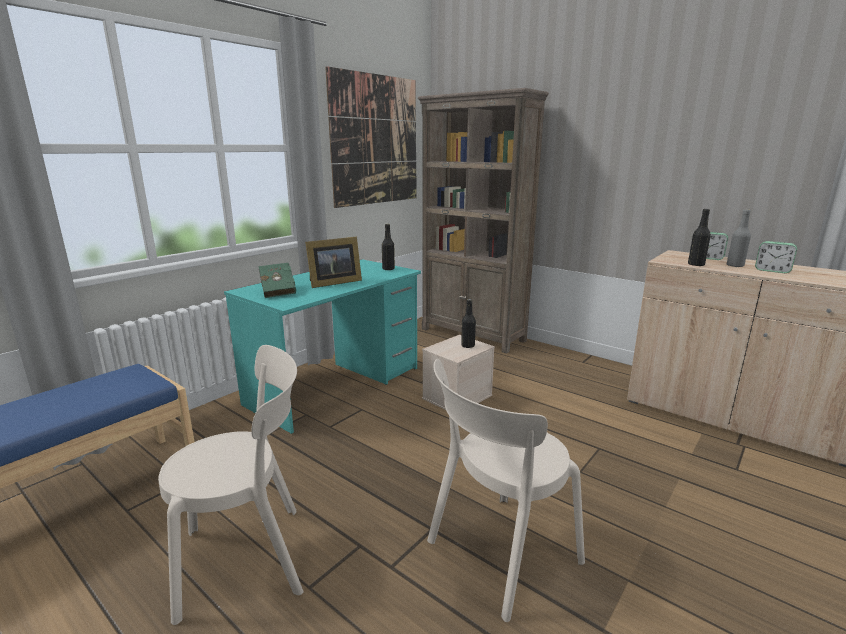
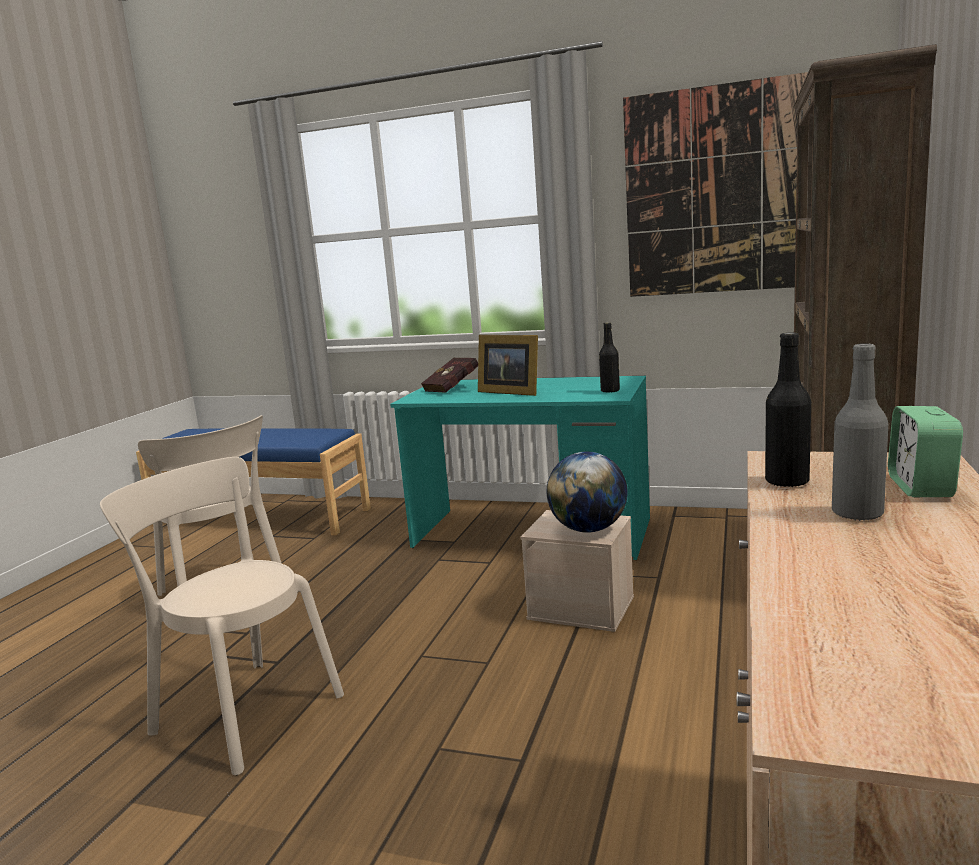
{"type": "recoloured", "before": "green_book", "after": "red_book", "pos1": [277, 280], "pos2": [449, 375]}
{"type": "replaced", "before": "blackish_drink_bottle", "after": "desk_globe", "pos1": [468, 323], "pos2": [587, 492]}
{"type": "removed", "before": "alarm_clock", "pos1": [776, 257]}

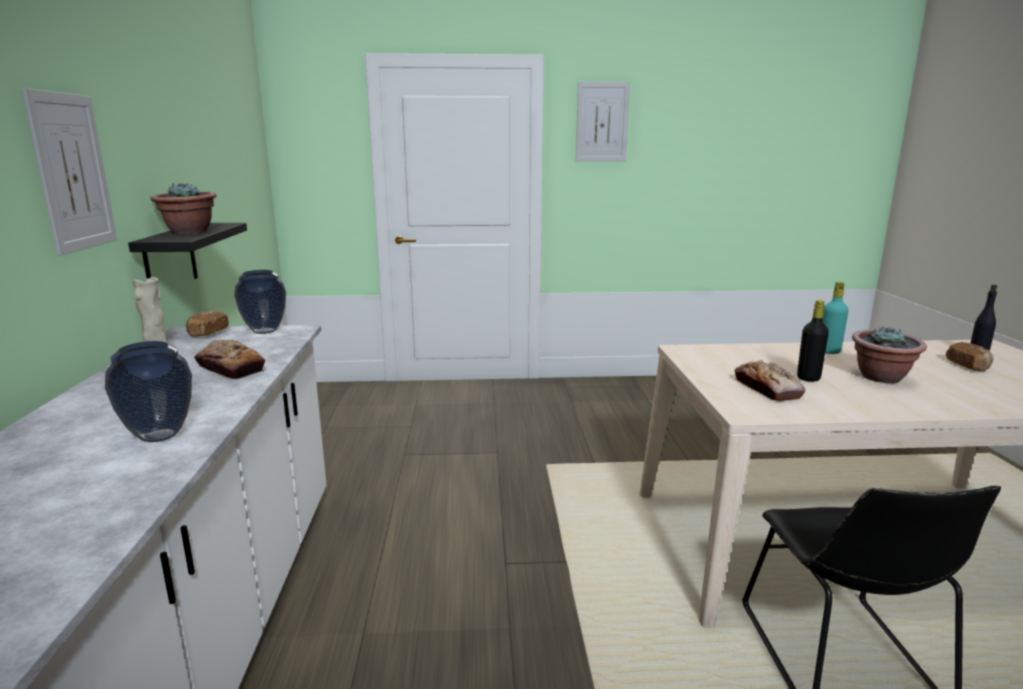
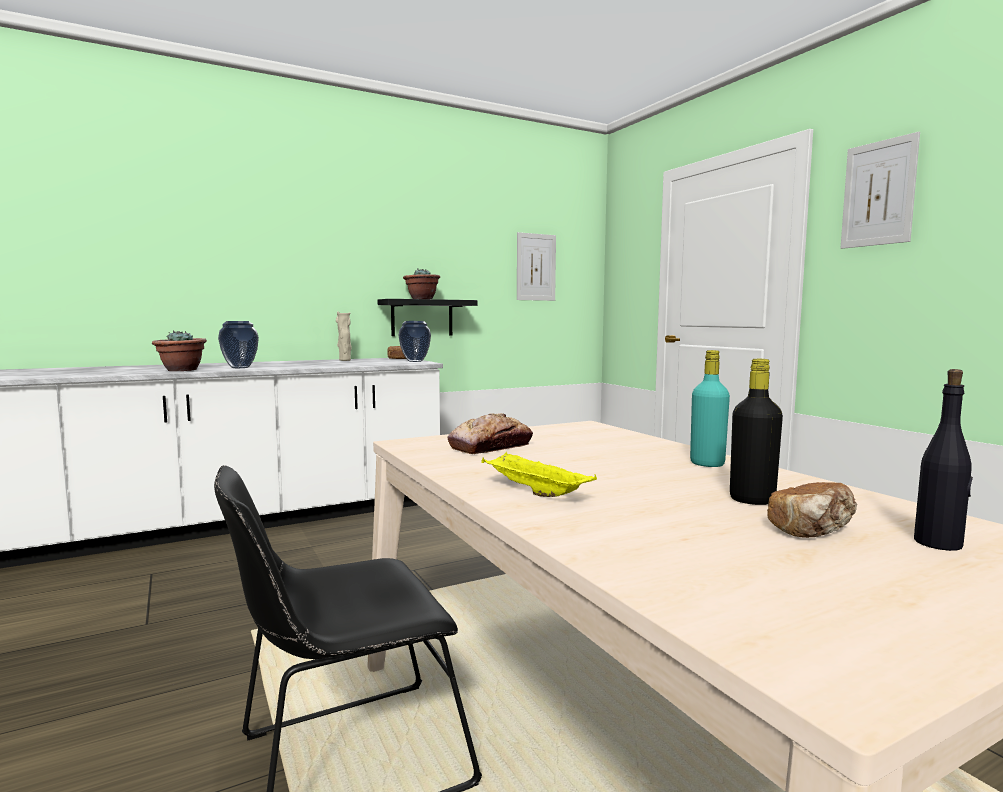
{"type": "moved", "before": "wall_picture", "pos1": [69, 172], "pos2": [536, 266]}
{"type": "removed", "before": "baked_bread", "pos1": [229, 359]}
{"type": "moved", "before": "blackish_drink_bottle", "pos1": [813, 341], "pos2": [756, 432]}
{"type": "moved", "before": "potted_plant", "pos1": [889, 354], "pos2": [179, 351]}
{"type": "added", "after": "yellow_tray", "pos2": [539, 474]}

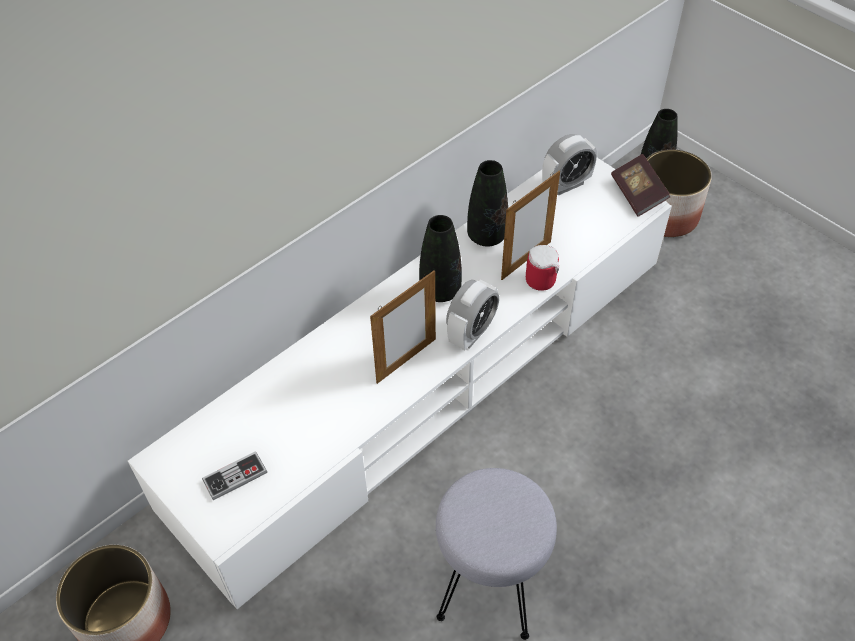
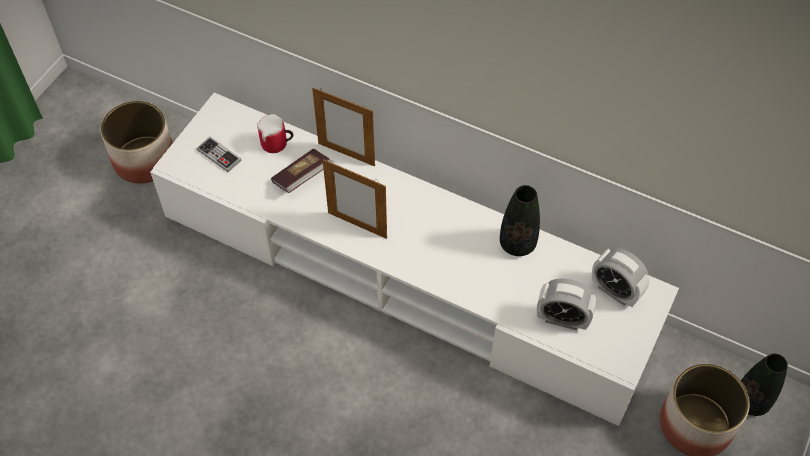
{"type": "removed", "before": "blackish_vase", "pos1": [440, 258]}
{"type": "removed", "before": "grey_sitting_stool", "pos1": [496, 554]}
{"type": "moved", "before": "alarm_clock", "pos1": [472, 314], "pos2": [566, 304]}
{"type": "moved", "before": "standing_frame", "pos1": [530, 225], "pos2": [343, 127]}
{"type": "moved", "before": "mug", "pos1": [542, 268], "pos2": [275, 133]}
{"type": "moved", "before": "book", "pos1": [640, 185], "pos2": [300, 171]}

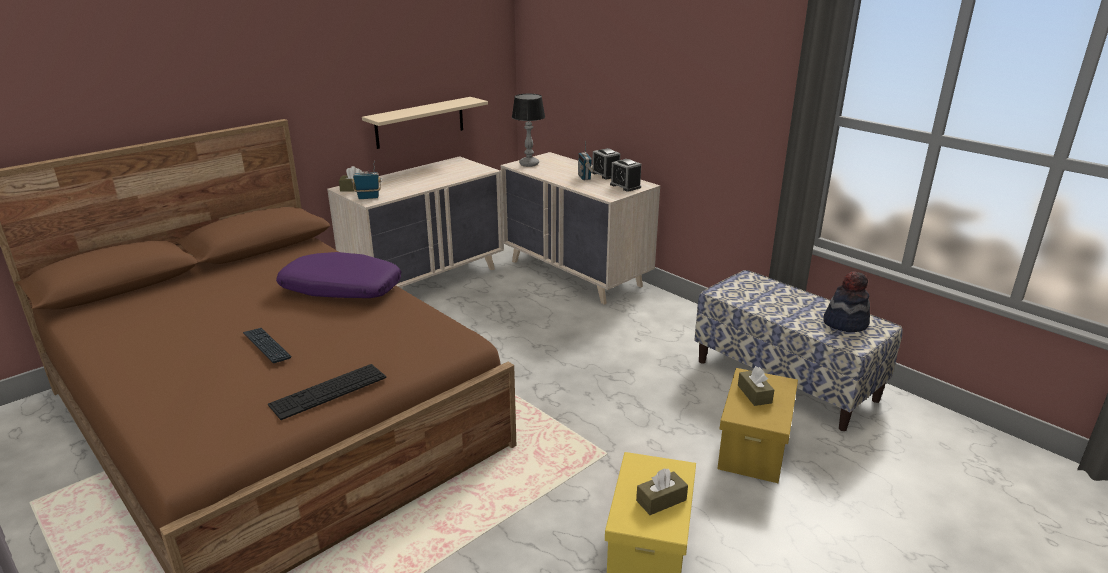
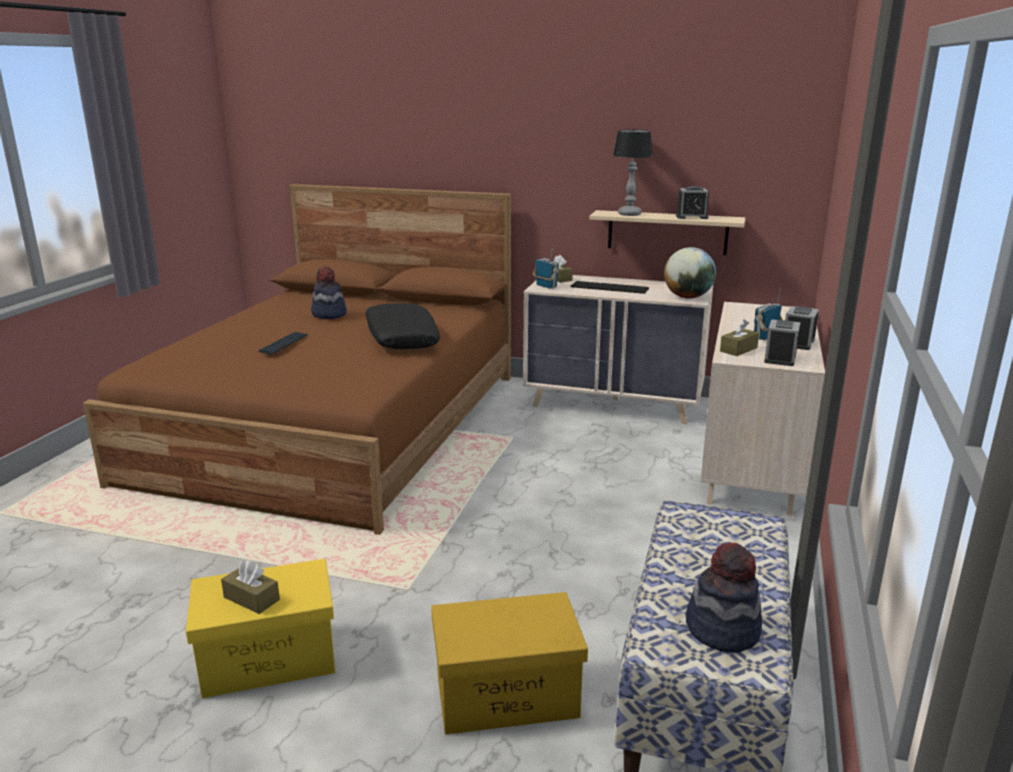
{"type": "moved", "before": "computer_keyboard", "pos1": [327, 392], "pos2": [610, 287]}
{"type": "recoloured", "before": "purple_pillow", "after": "blackish_pillow", "pos1": [338, 275], "pos2": [402, 326]}
{"type": "moved", "before": "table_lamp", "pos1": [528, 130], "pos2": [633, 173]}
{"type": "moved", "before": "brownish_box_of_tissues", "pos1": [756, 386], "pos2": [739, 337]}
{"type": "added", "after": "hat", "pos2": [329, 292]}
{"type": "added", "after": "desk_globe", "pos2": [690, 272]}
{"type": "added", "after": "alarm_clock", "pos2": [692, 202]}

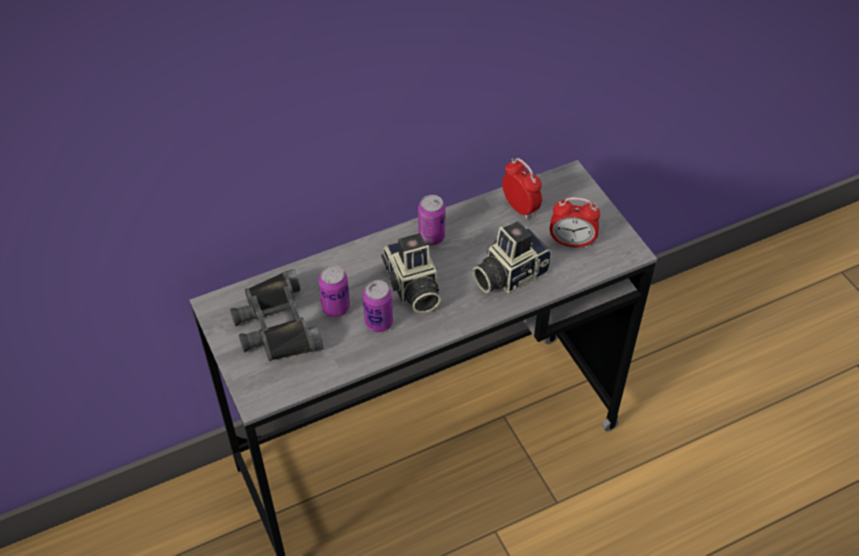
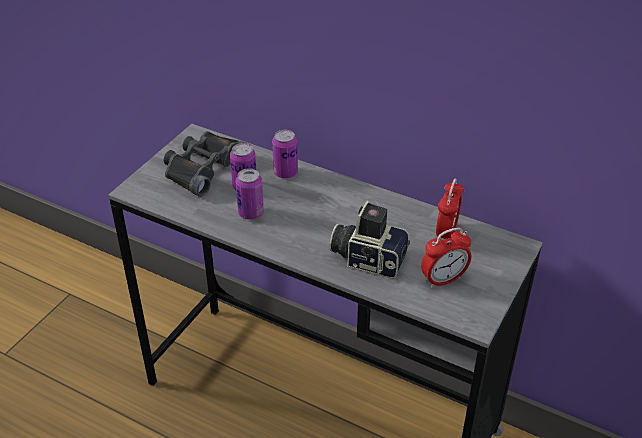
{"type": "removed", "before": "still_camera", "pos1": [411, 273]}
{"type": "moved", "before": "can", "pos1": [432, 220], "pos2": [285, 154]}
{"type": "turned", "before": "alarm_clock", "pos1": [575, 222], "pos2": [446, 257], "turn": -90}

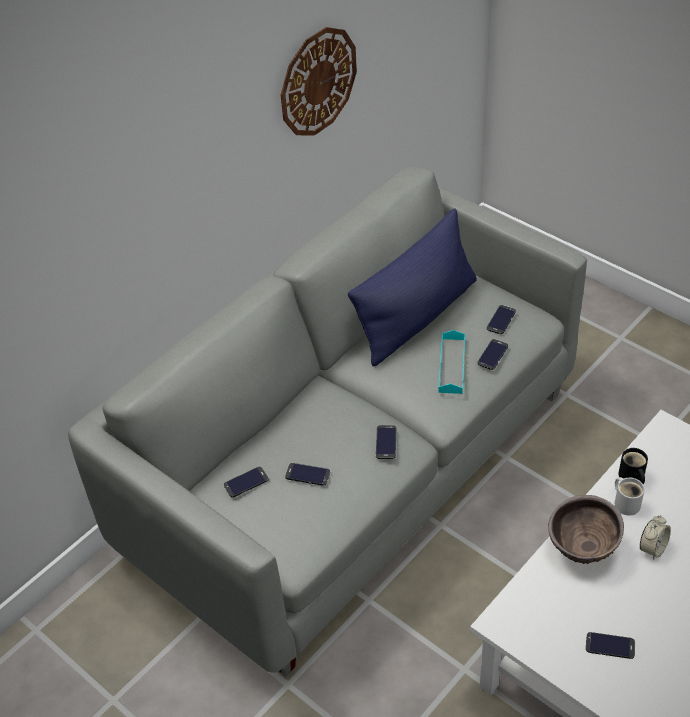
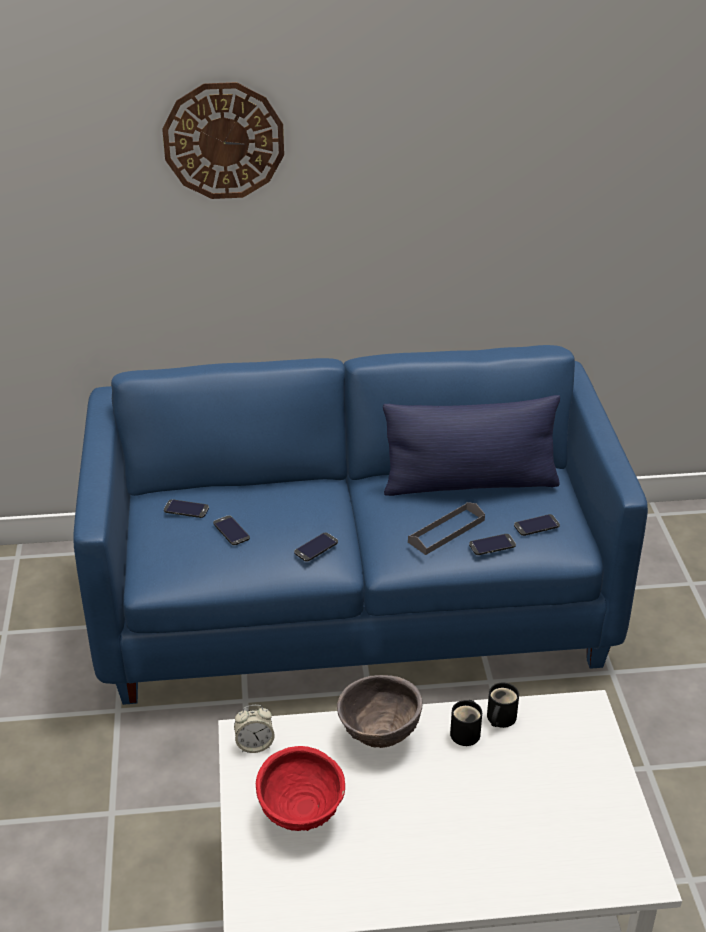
{"type": "recoloured", "before": "grey_sofa", "after": "bluish_sofa", "pos1": [327, 422], "pos2": [360, 525]}
{"type": "moved", "before": "clock_on_the_wall", "pos1": [319, 81], "pos2": [223, 140]}
{"type": "recoloured", "before": "blue-green_tray", "after": "grey_tray", "pos1": [452, 362], "pos2": [446, 528]}
{"type": "replaced", "before": "handset", "after": "red_deep_dish", "pos1": [610, 645], "pos2": [300, 788]}
{"type": "recoloured", "before": "whitish_mug", "after": "blackish_mug", "pos1": [630, 496], "pos2": [466, 723]}
{"type": "moved", "before": "alarm_clock", "pos1": [655, 537], "pos2": [254, 729]}

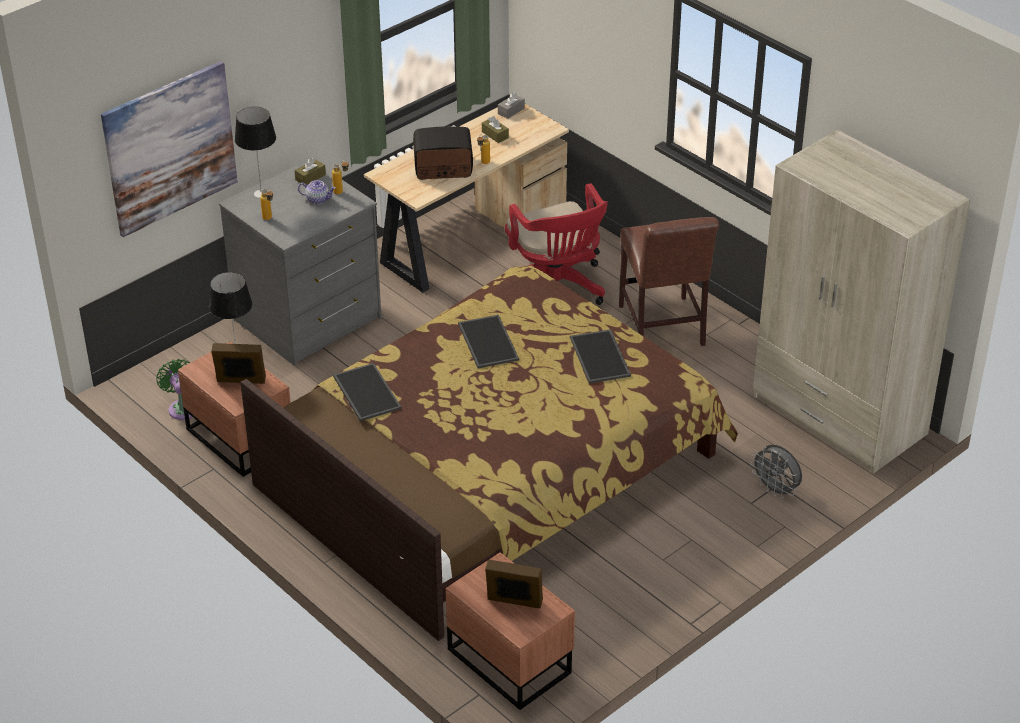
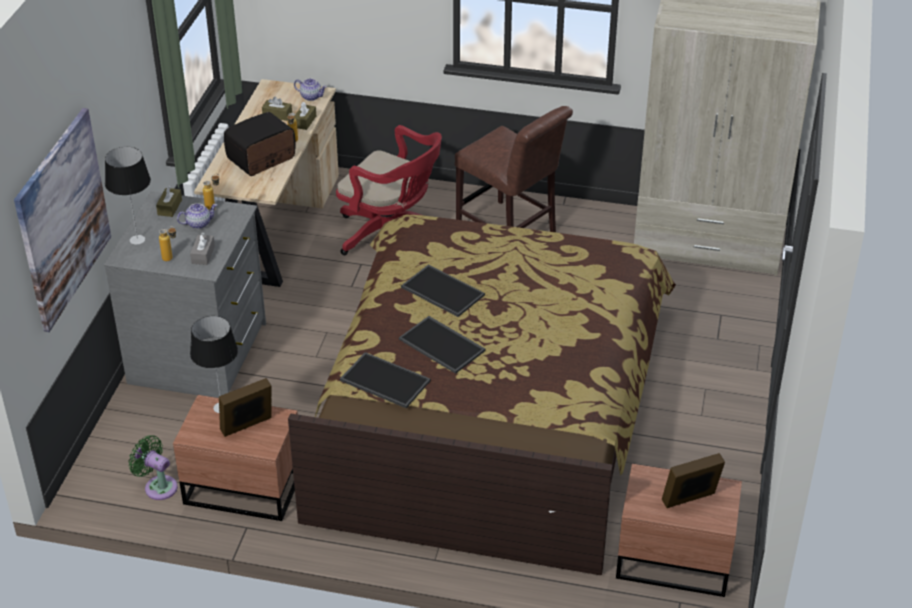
{"type": "moved", "before": "grey_box_of_tissues", "pos1": [511, 105], "pos2": [202, 248]}
{"type": "moved", "before": "tray", "pos1": [600, 356], "pos2": [442, 345]}
{"type": "removed", "before": "grey_fan", "pos1": [776, 471]}
{"type": "added", "after": "pot_for_tea", "pos2": [310, 89]}
{"type": "added", "after": "brownish_box_of_tissues", "pos2": [305, 116]}

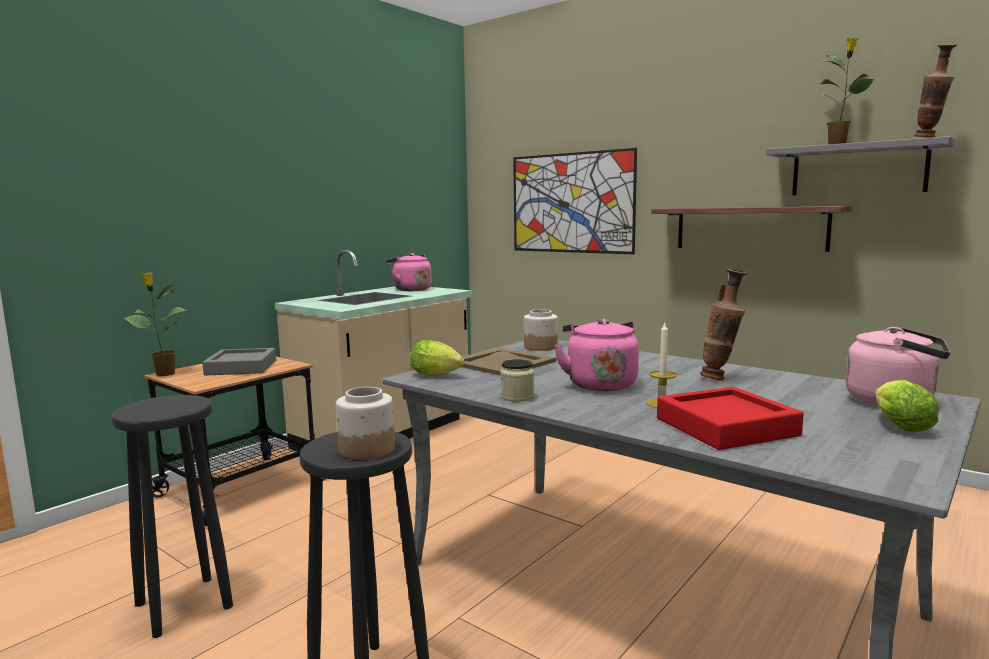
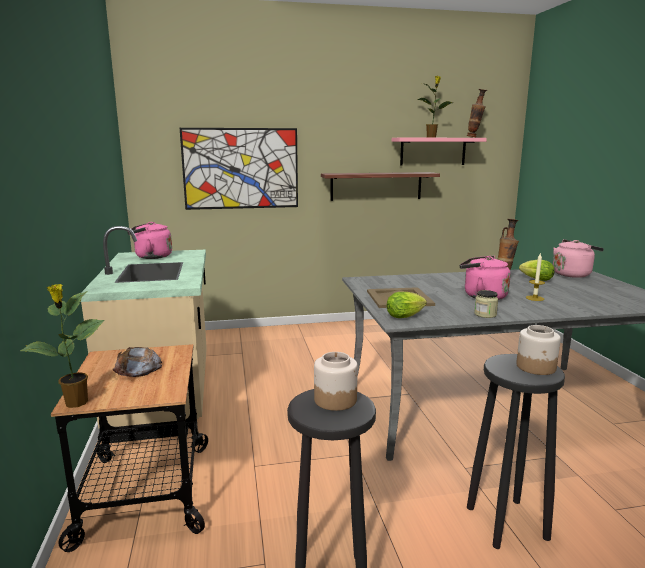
{"type": "replaced", "before": "grey_tray", "after": "baked_bread", "pos1": [239, 362], "pos2": [137, 362]}
{"type": "moved", "before": "jar", "pos1": [541, 330], "pos2": [336, 381]}
{"type": "removed", "before": "red_tray", "pos1": [730, 418]}
{"type": "recoloured", "before": "grey_wall_shelf", "after": "pink_wall_shelf", "pos1": [861, 165], "pos2": [439, 152]}
{"type": "moved", "before": "lettuce_head", "pos1": [907, 406], "pos2": [537, 270]}

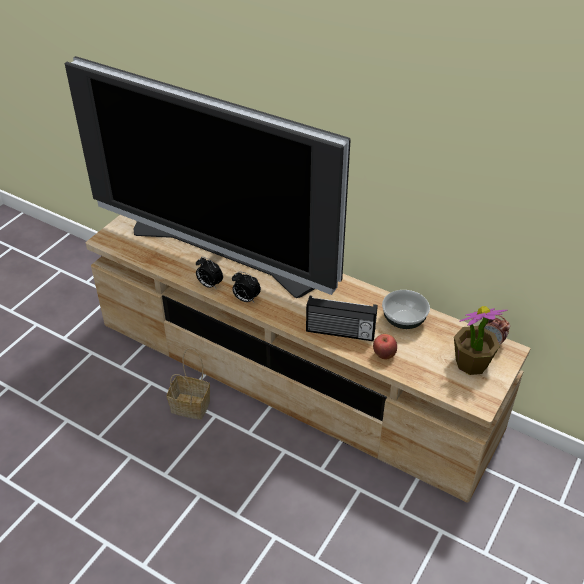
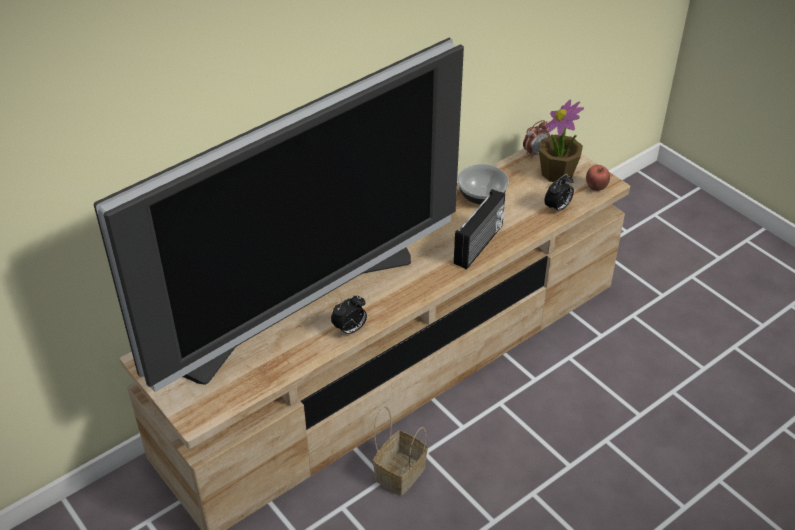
{"type": "moved", "before": "alarm_clock", "pos1": [246, 286], "pos2": [559, 194]}
{"type": "moved", "before": "whole_apple", "pos1": [385, 346], "pos2": [598, 178]}

